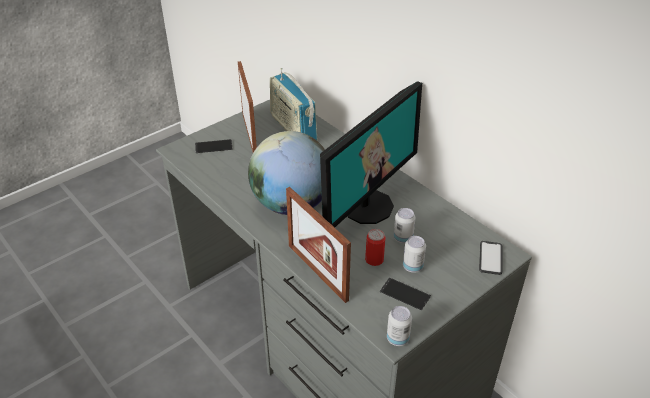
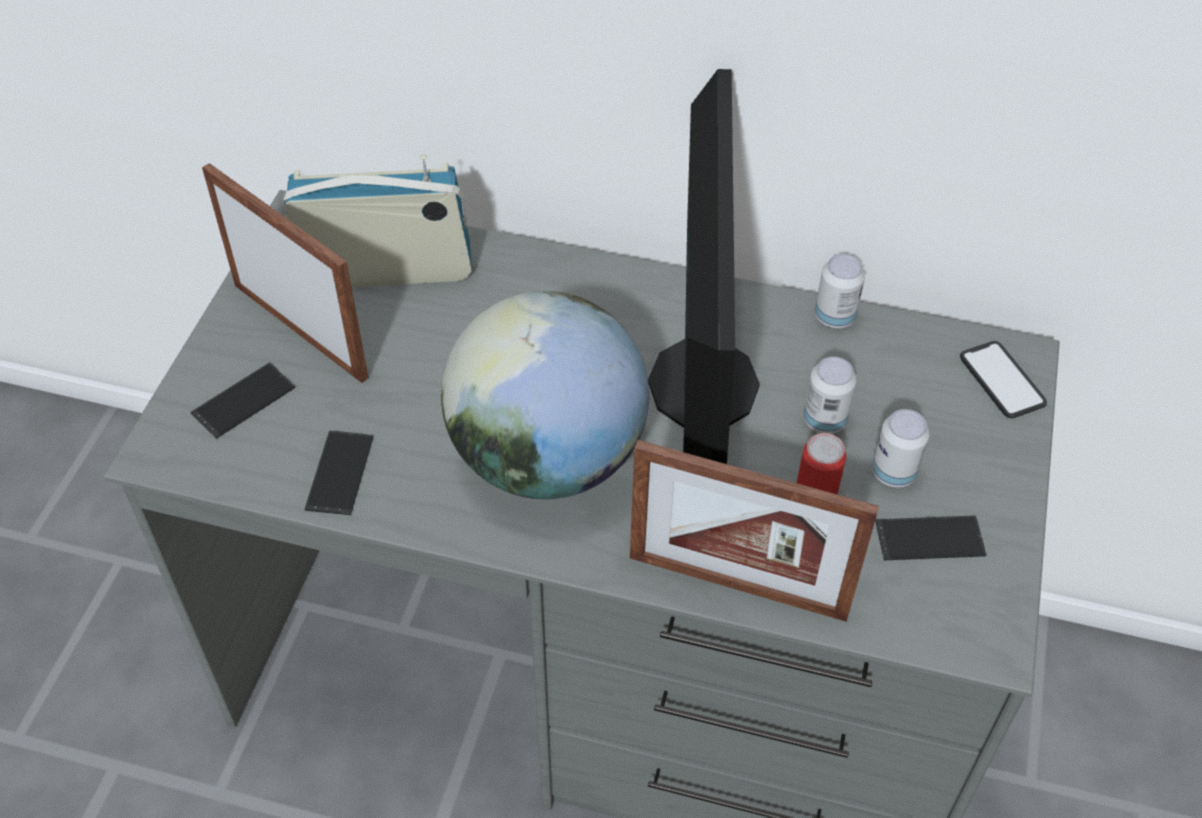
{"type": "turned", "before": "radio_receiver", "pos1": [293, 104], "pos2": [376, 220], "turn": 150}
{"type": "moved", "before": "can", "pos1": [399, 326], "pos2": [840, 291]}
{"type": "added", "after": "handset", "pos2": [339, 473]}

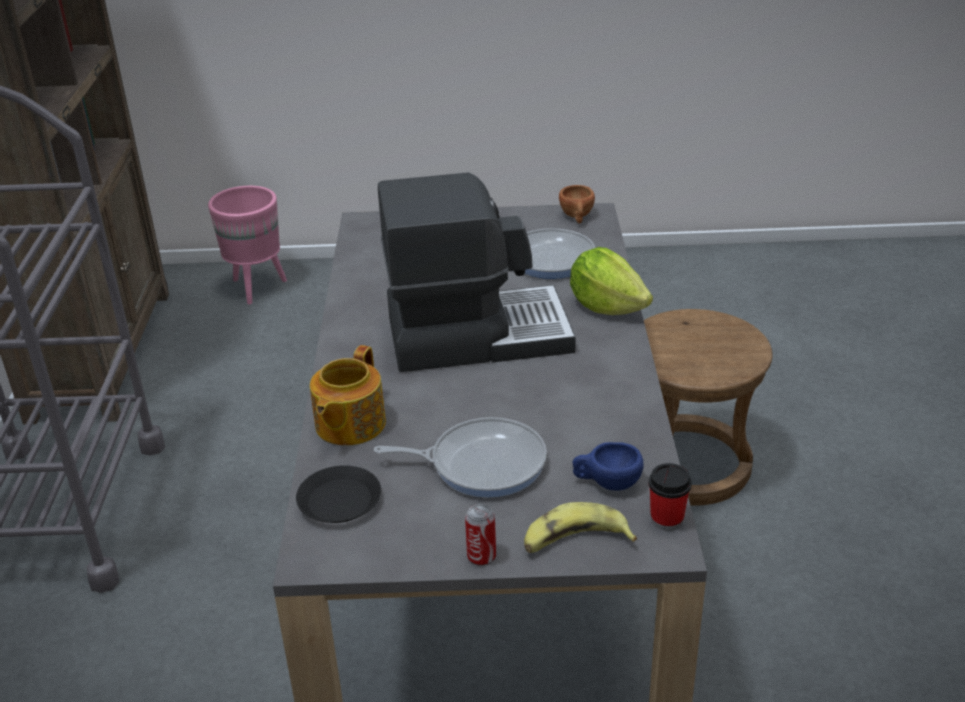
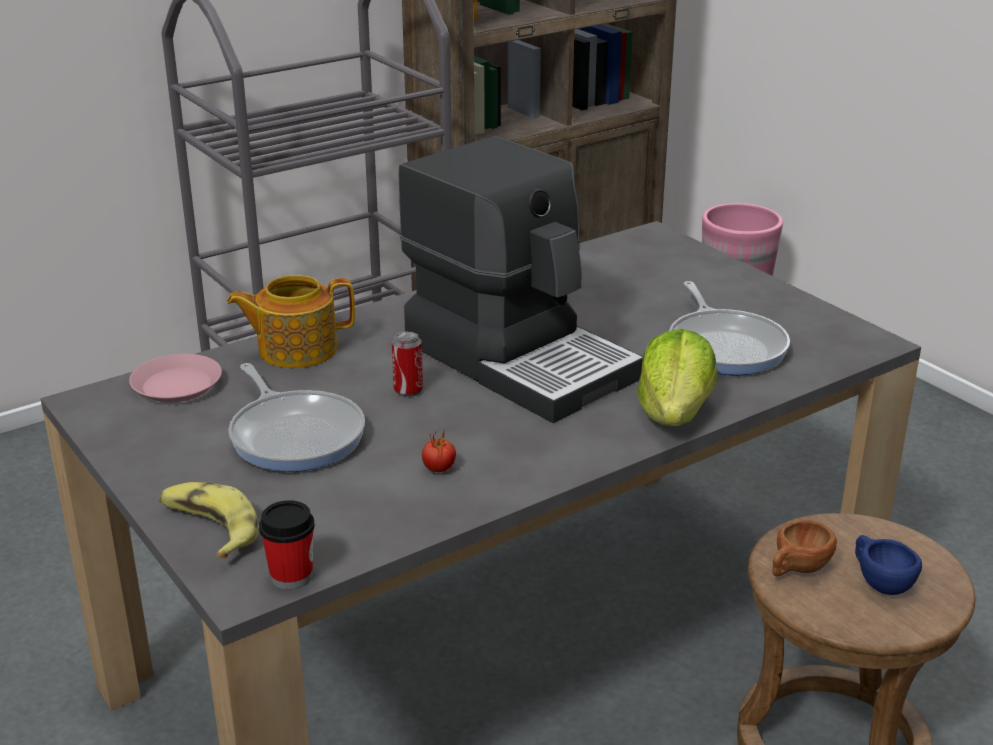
{"type": "recoloured", "before": "blackish_flat_dish", "after": "pink_flat_dish", "pos1": [338, 494], "pos2": [175, 378]}
{"type": "moved", "before": "can", "pos1": [480, 535], "pos2": [407, 364]}
{"type": "moved", "before": "brownish_small_cup", "pos1": [577, 204], "pos2": [804, 548]}
{"type": "moved", "before": "bluish_small_cup", "pos1": [608, 466], "pos2": [888, 565]}
{"type": "added", "after": "fresh_tomato", "pos2": [439, 450]}

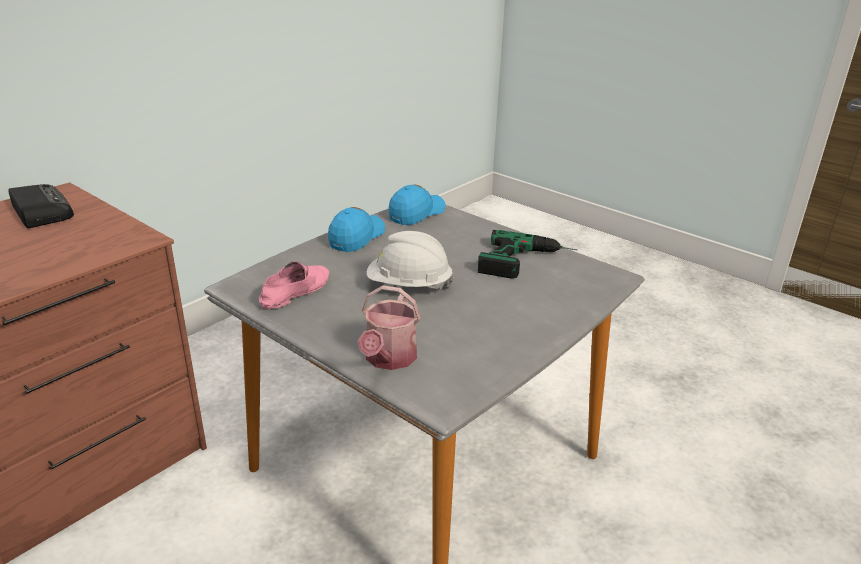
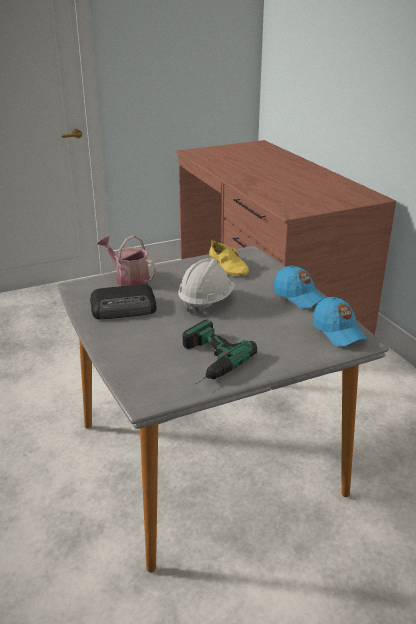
{"type": "moved", "before": "radio_receiver", "pos1": [41, 206], "pos2": [123, 302]}
{"type": "recoloured", "before": "pink_low_shoe", "after": "yellow_low_shoe", "pos1": [294, 285], "pos2": [229, 258]}

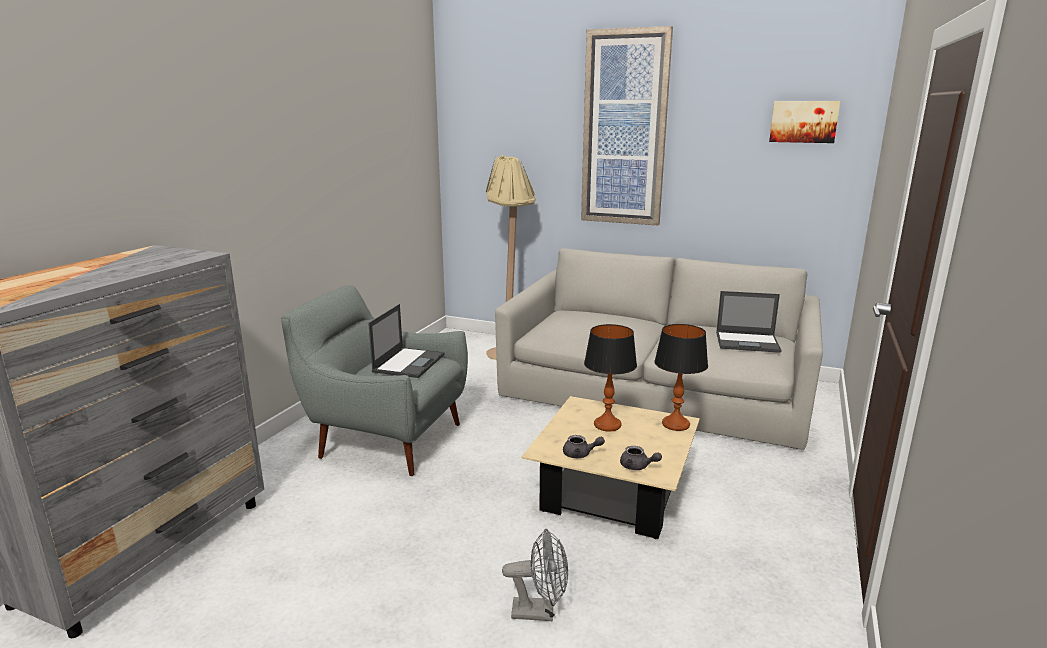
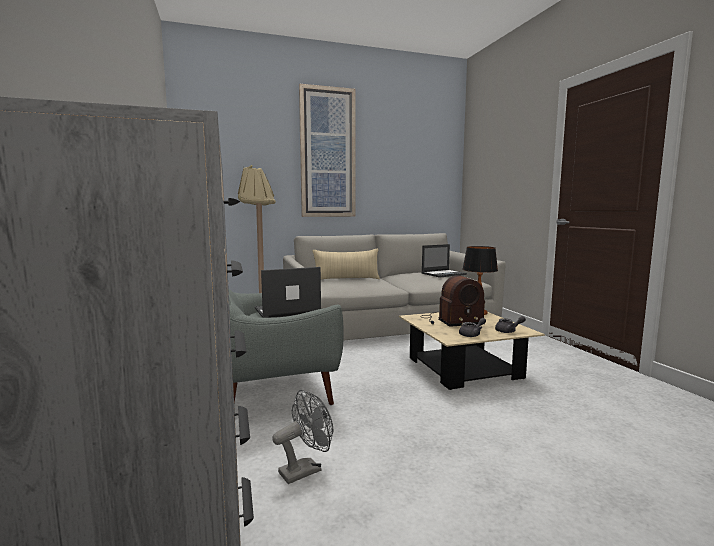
{"type": "turned", "before": "portable_computer", "pos1": [406, 341], "pos2": [288, 292], "turn": -90}
{"type": "moved", "before": "grey_fan", "pos1": [535, 575], "pos2": [302, 437]}
{"type": "replaced", "before": "table_lamp", "after": "radio_receiver", "pos1": [610, 377], "pos2": [452, 301]}
{"type": "removed", "before": "wall_picture", "pos1": [804, 122]}
{"type": "added", "after": "beige-coloured_pillow", "pos2": [346, 264]}

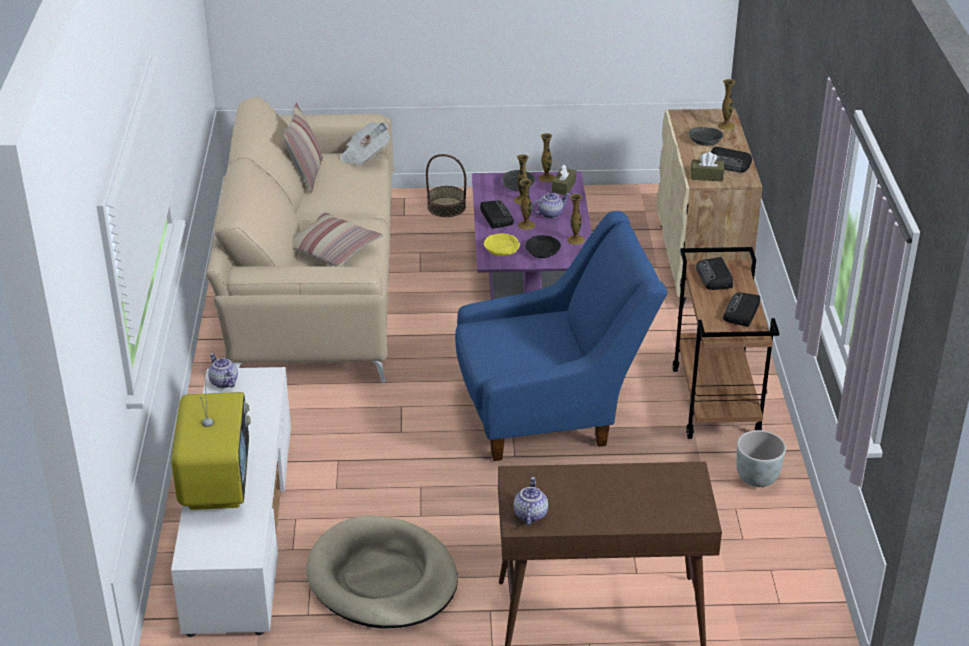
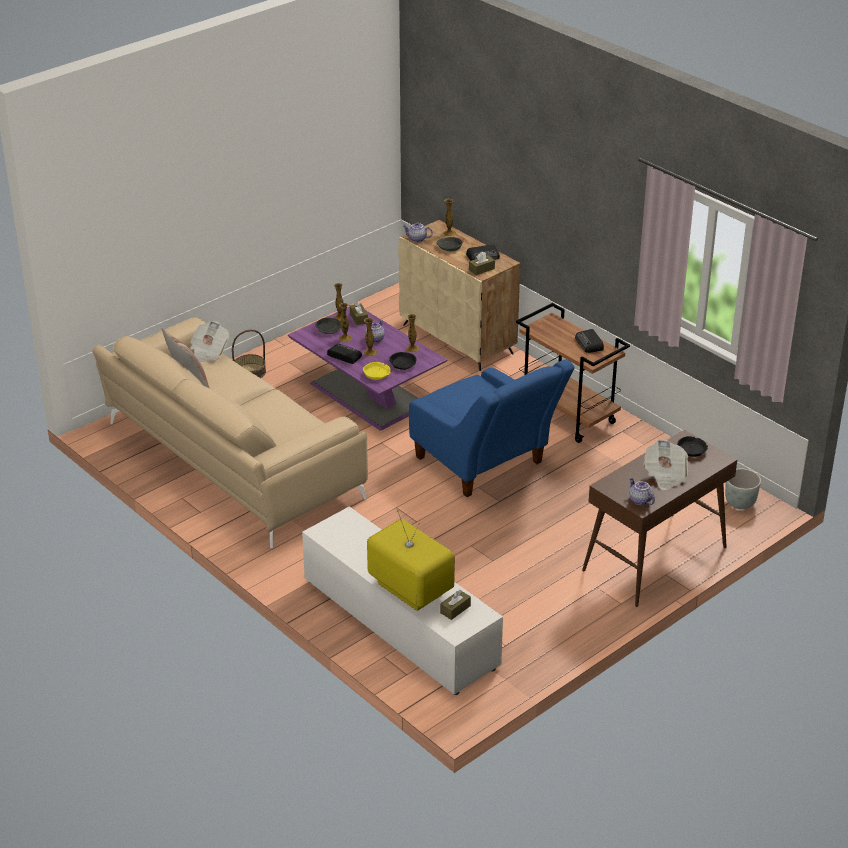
{"type": "moved", "before": "pot_for_tea", "pos1": [223, 370], "pos2": [417, 232]}
{"type": "removed", "before": "pillow", "pos1": [337, 240]}
{"type": "removed", "before": "beige-coloured_dog_cushion", "pos1": [382, 571]}
{"type": "turned", "before": "bluish_easy_chair", "pos1": [561, 336], "pos2": [492, 428], "turn": 105}
{"type": "removed", "before": "radio_receiver", "pos1": [714, 273]}
{"type": "moved", "before": "grey_flower_pot", "pos1": [761, 458], "pos2": [743, 489]}
{"type": "added", "after": "brownish_box_of_tissues", "pos2": [455, 605]}
{"type": "added", "after": "newspaper", "pos2": [665, 464]}
{"type": "added", "after": "blackish_deep_dish", "pos2": [692, 446]}

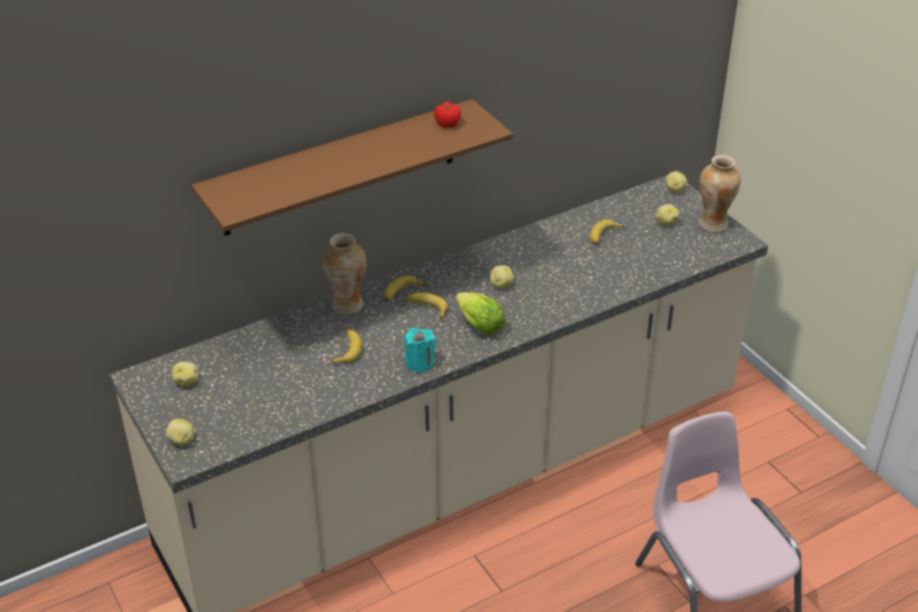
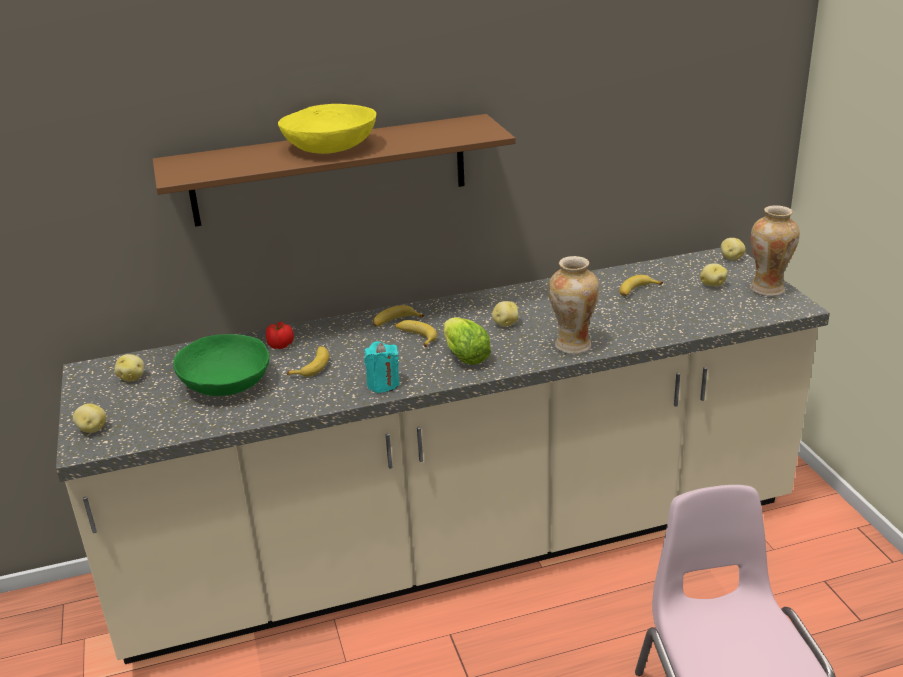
{"type": "moved", "before": "vase", "pos1": [344, 273], "pos2": [574, 305]}
{"type": "moved", "before": "fresh_tomato", "pos1": [447, 114], "pos2": [280, 335]}
{"type": "added", "after": "green_deep_dish", "pos2": [221, 365]}
{"type": "added", "after": "yellow_deep_dish", "pos2": [327, 129]}

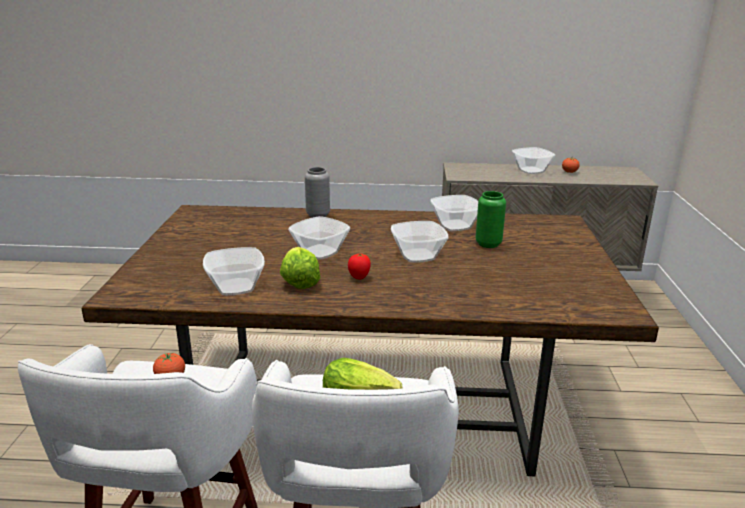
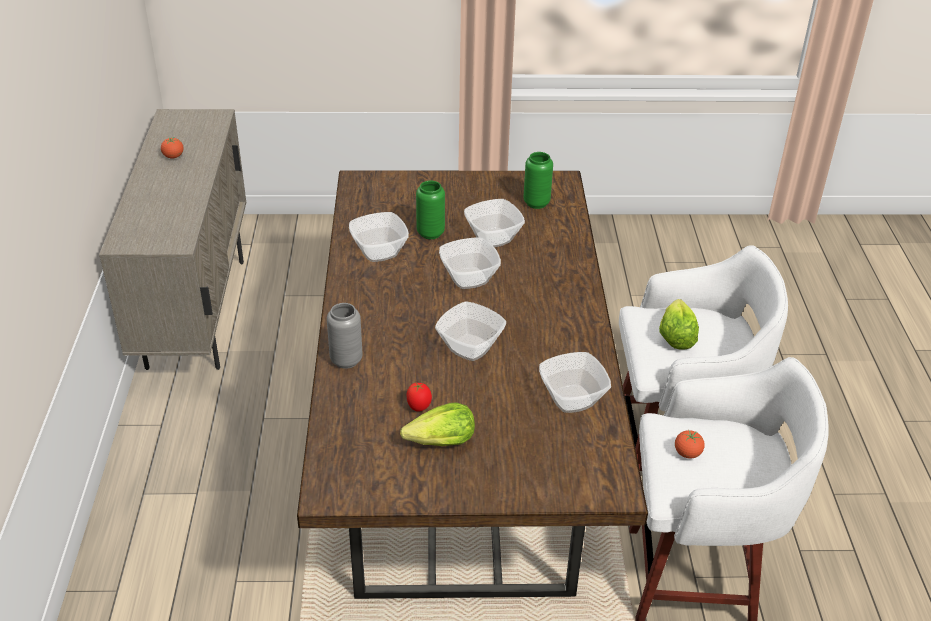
{"type": "moved", "before": "lettuce_head", "pos1": [300, 268], "pos2": [437, 424]}
{"type": "moved", "before": "fresh_tomato", "pos1": [359, 266], "pos2": [419, 397]}
{"type": "moved", "before": "deep_dish", "pos1": [533, 160], "pos2": [494, 223]}
{"type": "added", "after": "green_vase", "pos2": [538, 180]}

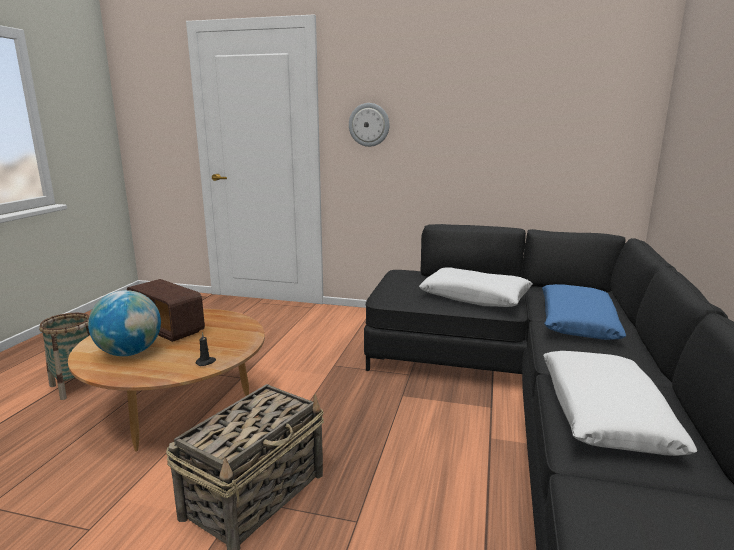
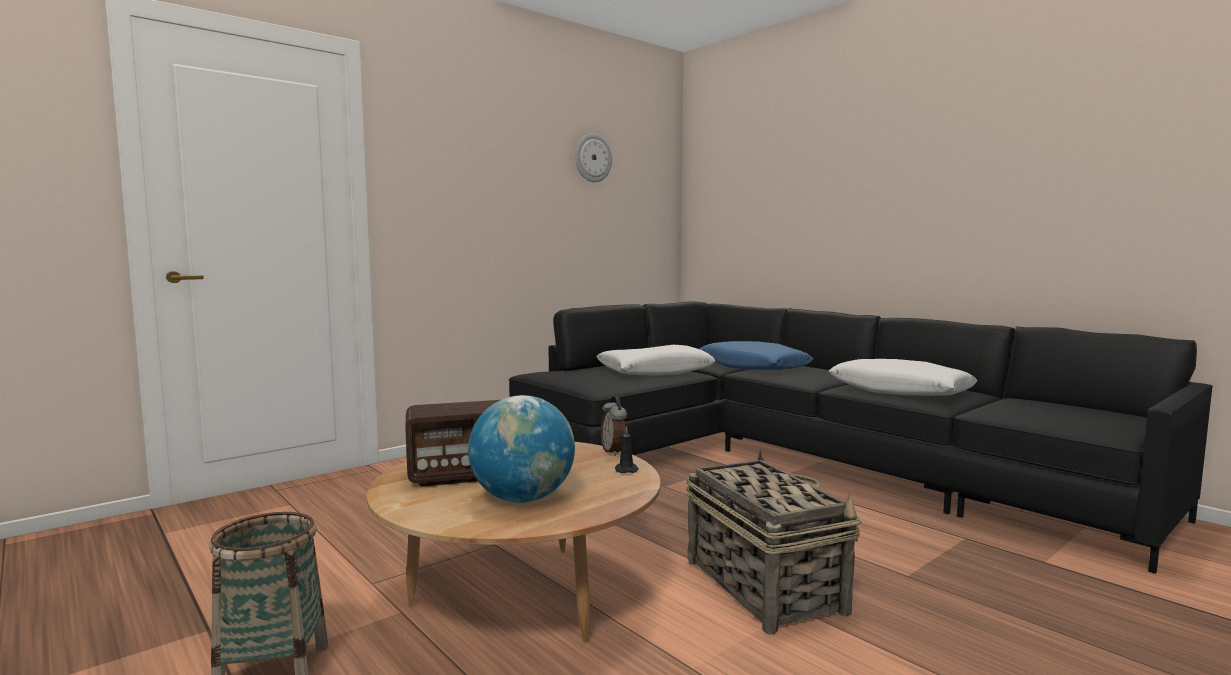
{"type": "moved", "before": "clock_on_the_wall", "pos1": [369, 125], "pos2": [593, 158]}
{"type": "added", "after": "alarm_clock", "pos2": [614, 426]}

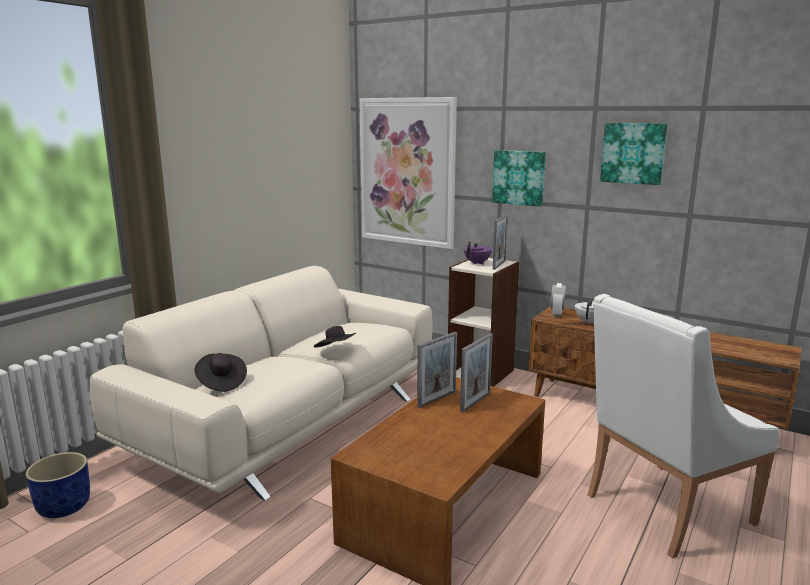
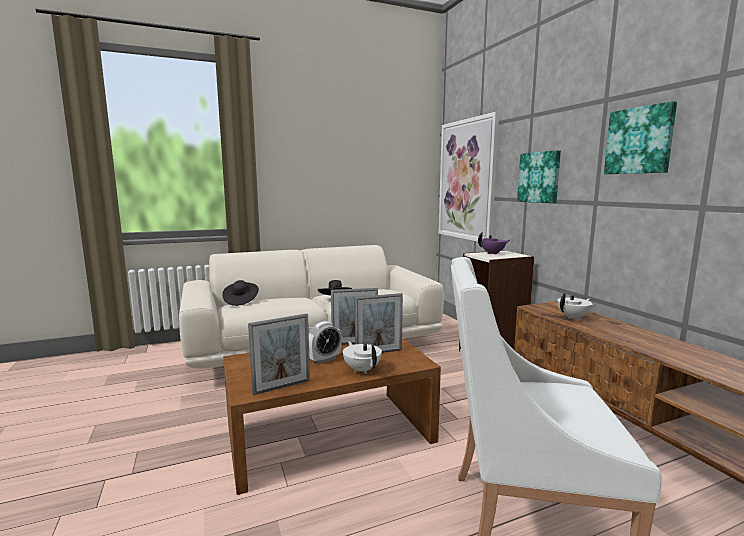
{"type": "removed", "before": "bluish_flower_pot", "pos1": [58, 485]}
{"type": "moved", "before": "standing_frame", "pos1": [500, 242], "pos2": [279, 354]}
{"type": "moved", "before": "alarm_clock", "pos1": [558, 300], "pos2": [325, 342]}
{"type": "added", "after": "whitish_pot_for_tea", "pos2": [362, 357]}

